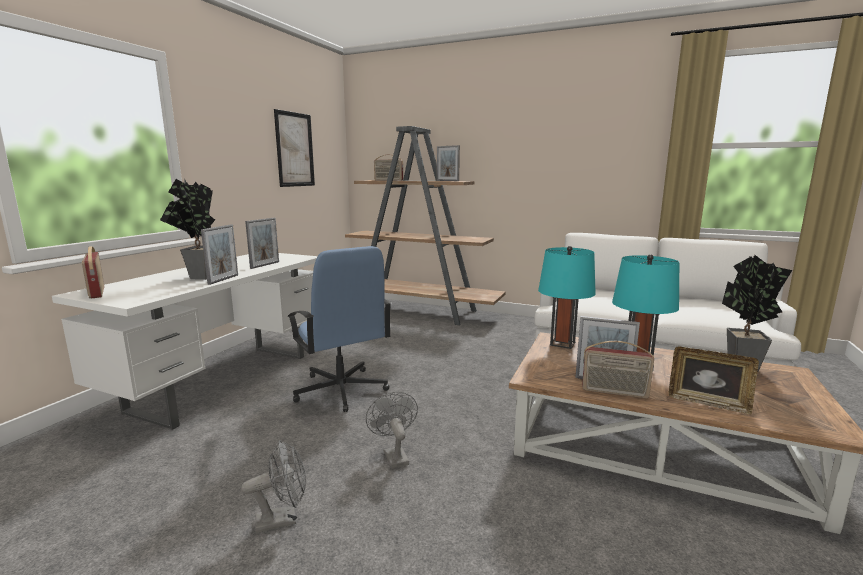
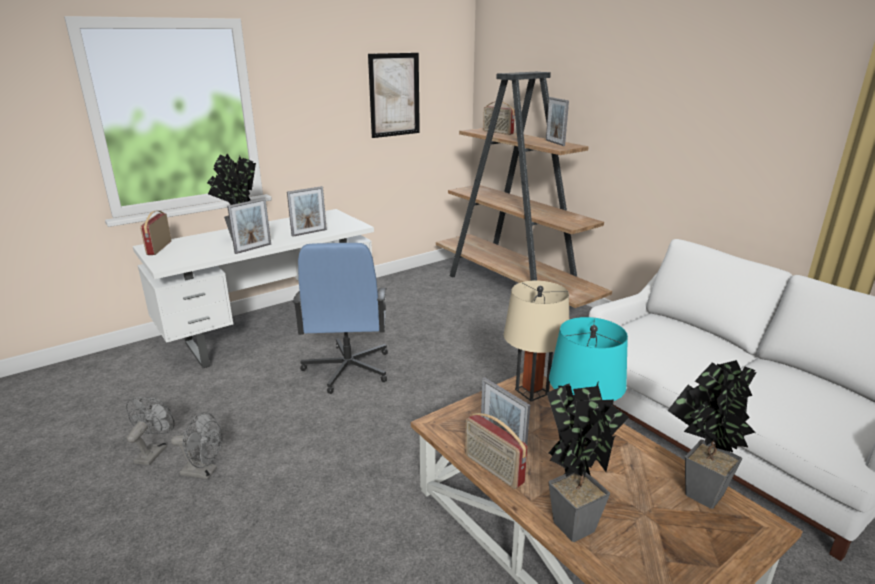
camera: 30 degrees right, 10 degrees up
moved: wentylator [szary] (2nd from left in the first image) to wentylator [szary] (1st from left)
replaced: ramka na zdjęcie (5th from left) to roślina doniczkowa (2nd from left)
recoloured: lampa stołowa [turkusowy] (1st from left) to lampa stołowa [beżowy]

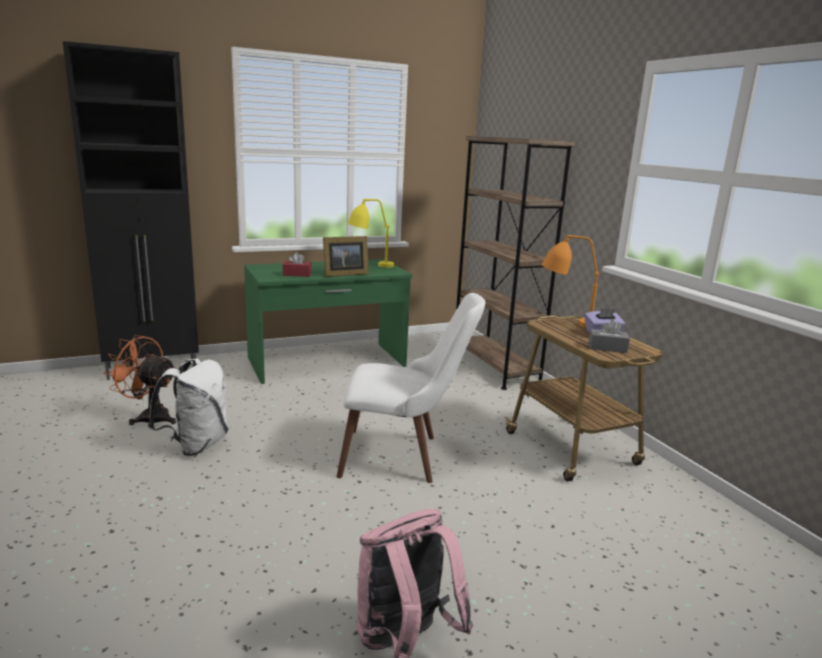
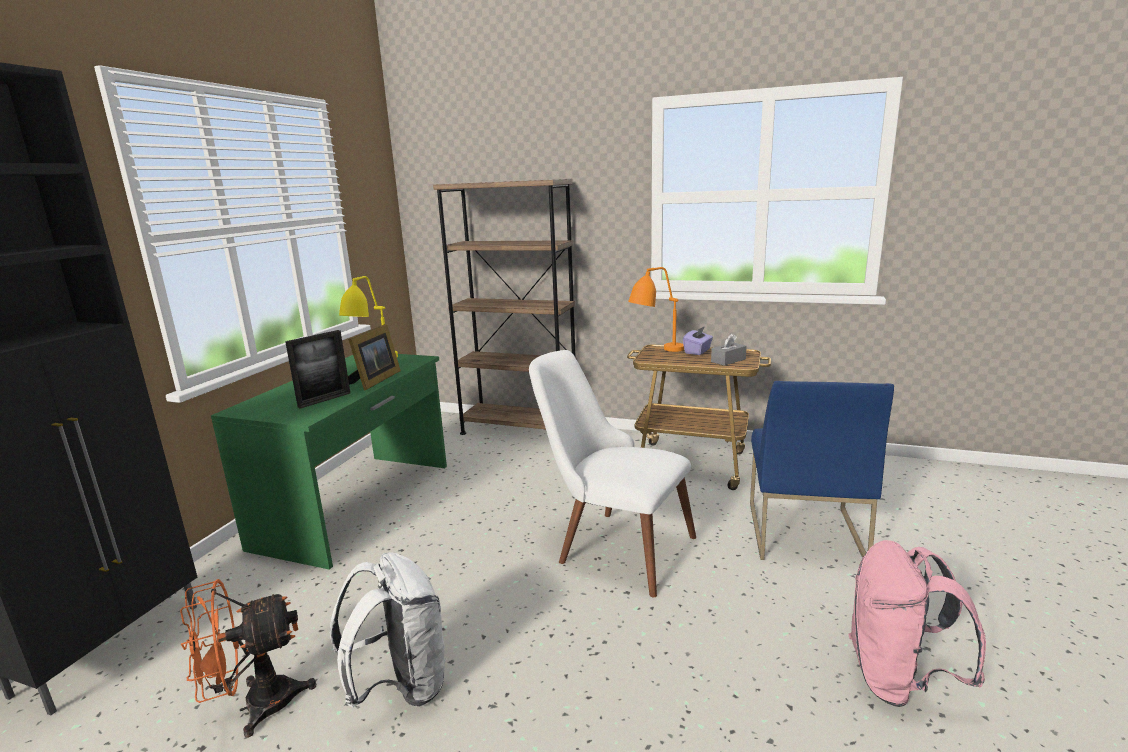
camera: 45 degrees left, 0 degrees up
added: krzesło [niebieski]
replaced: pudełko chusteczek [czerwony] to ramka na zdjęcie (1st from left)
turned: krzesło [biały] 105 degrees counterclockwise

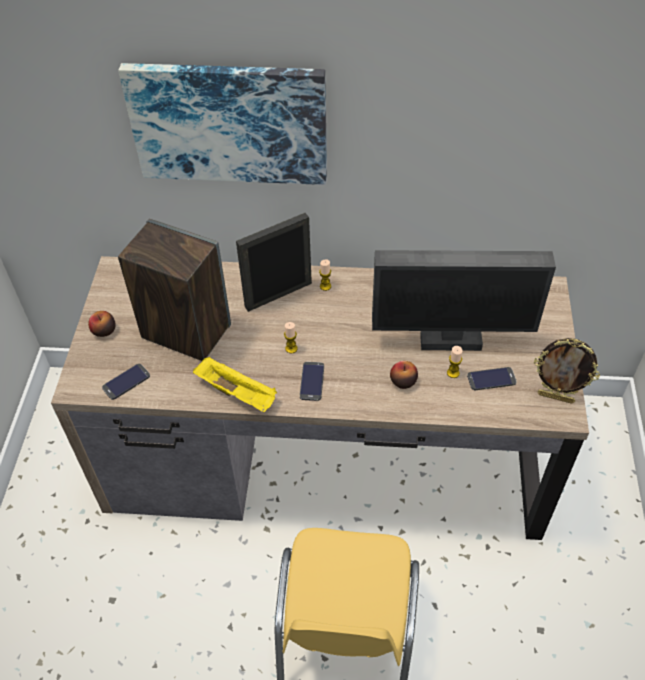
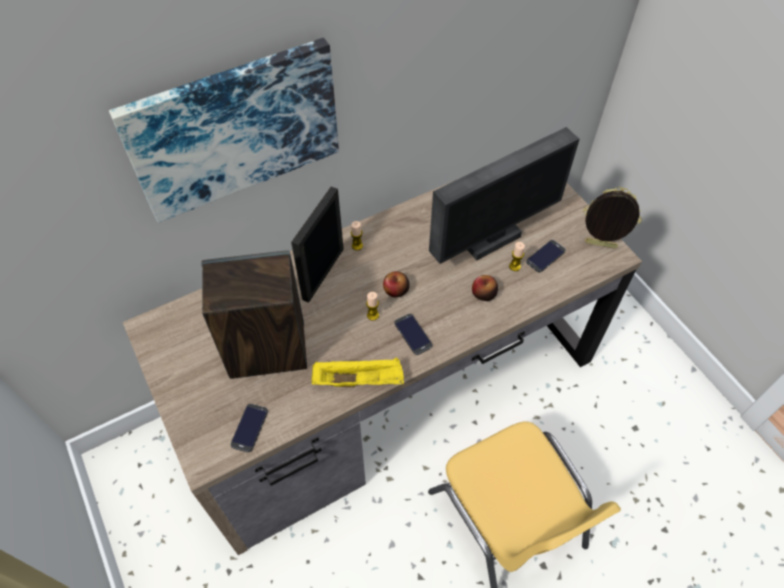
camera: 35 degrees left, 5 degrees up
moved: jabłko (1st from left)
turned: ramka na zdjęcie (2nd from left) 150 degrees counterclockwise

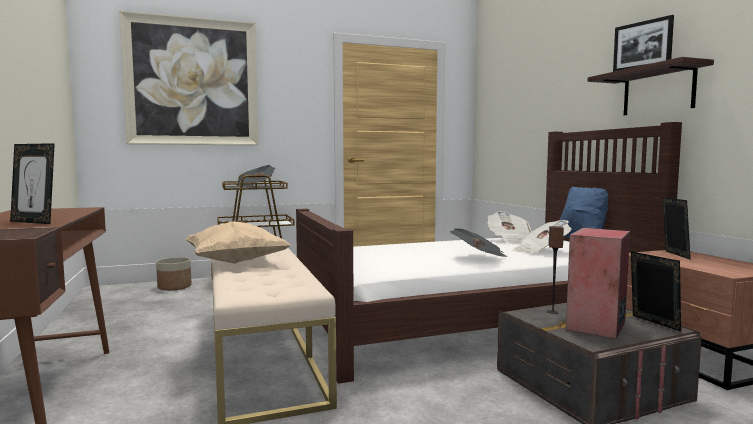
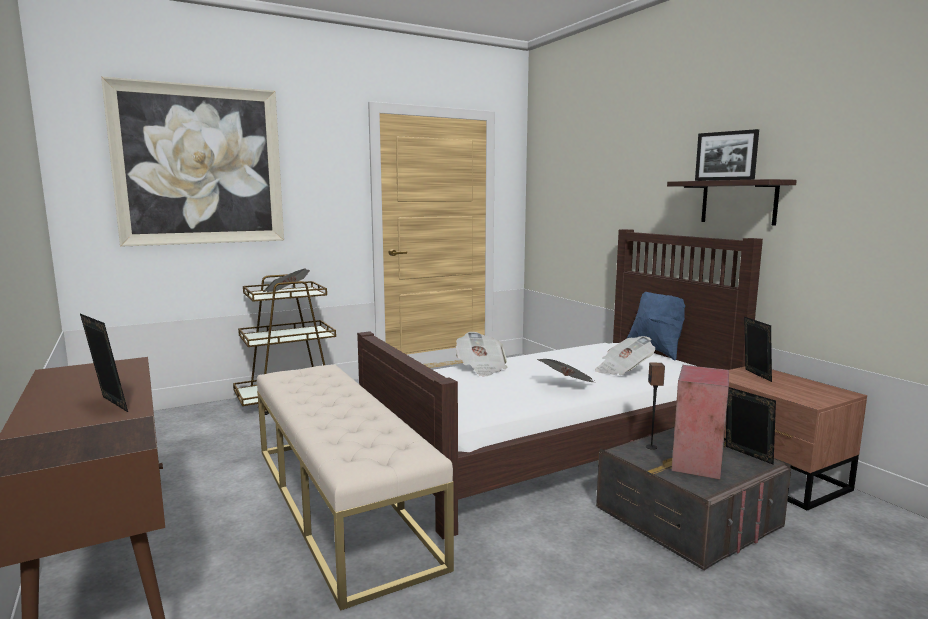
camera: 10 degrees left, 5 degrees up
removed: donica; poduszka [beżowy]
moved: gazeta (3rd from left in the first image) to gazeta (2nd from left)
turned: ramka na zdjęcie (1st from left) 150 degrees counterclockwise

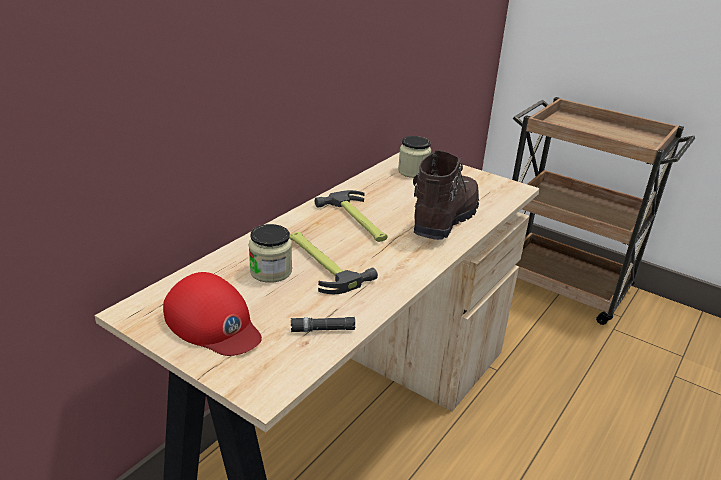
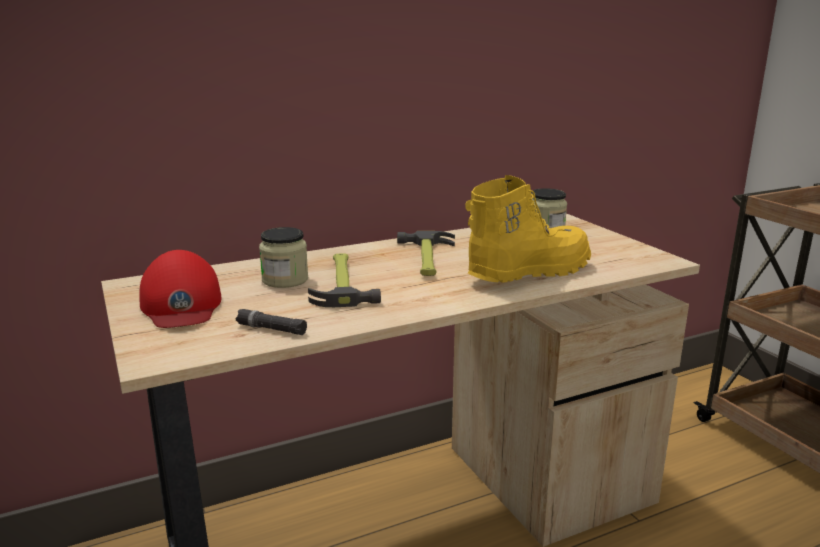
camera: 30 degrees right, 10 degrees down
recoloured: but z cholewką [brązowy] to but z cholewką [żółty]

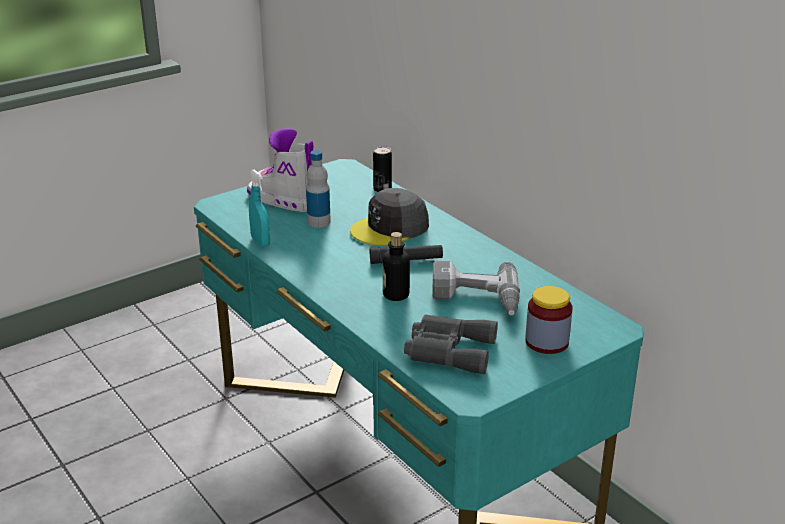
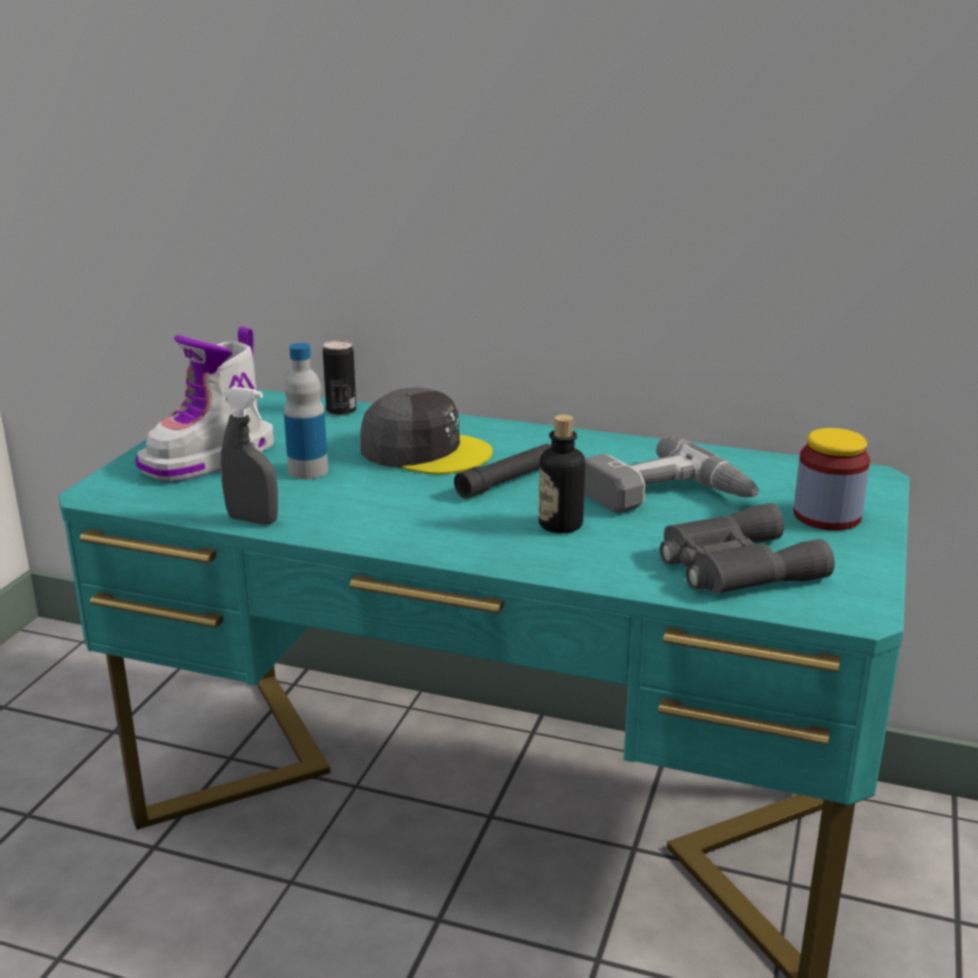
camera: 35 degrees left, 5 degrees down
recoloured: spryskiwacz [turkusowy] to spryskiwacz [szary]
turned: but z cholewką 45 degrees counterclockwise; czapka z daszkiem [szary] 90 degrees counterclockwise

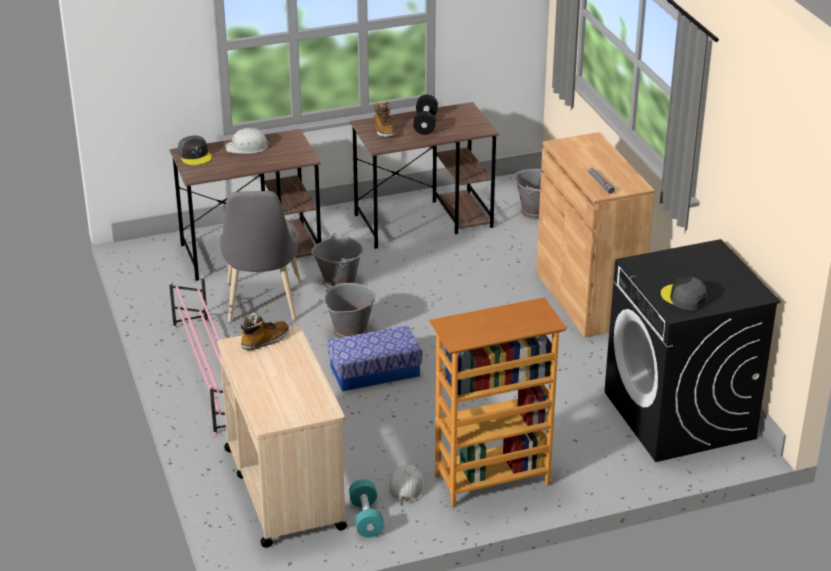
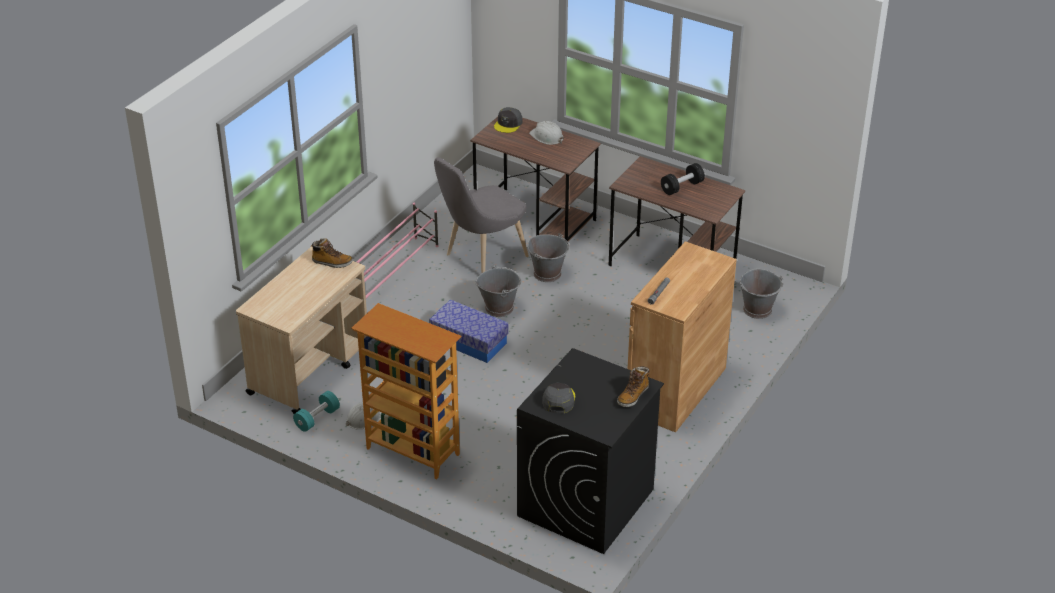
camera: 50 degrees right, 5 degrees up
moved: but z cholewką (2nd from left)

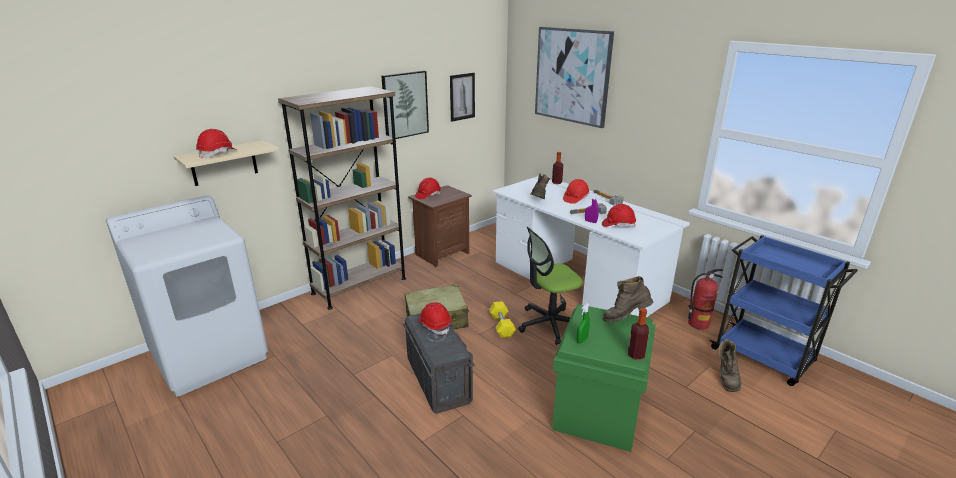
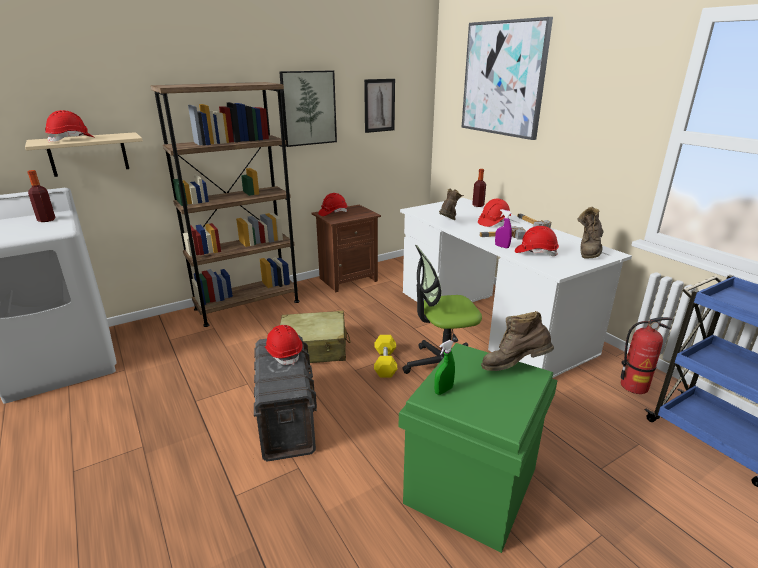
camera: 10 degrees right, 0 degrees up
moved: butelka (2nd from left in the first image) to butelka (1st from left); but z cholewką [brązowy] (3rd from left)

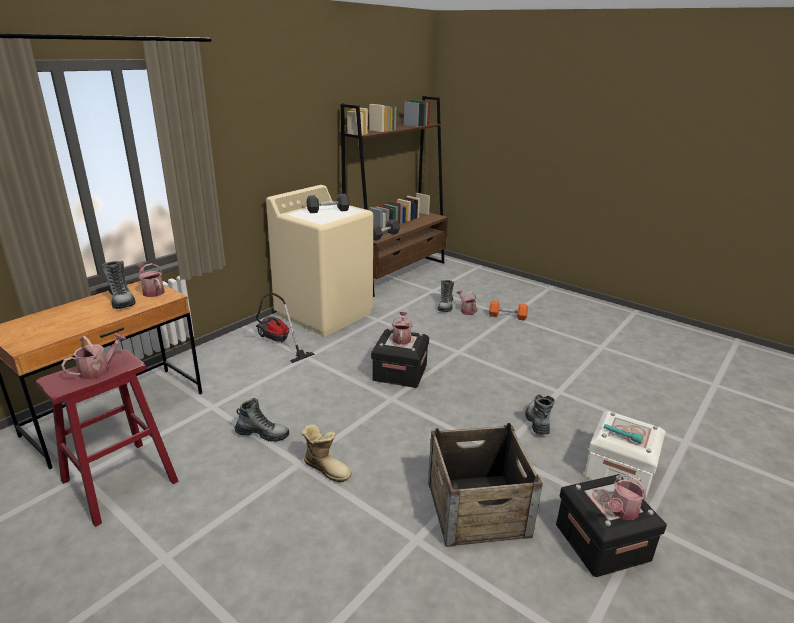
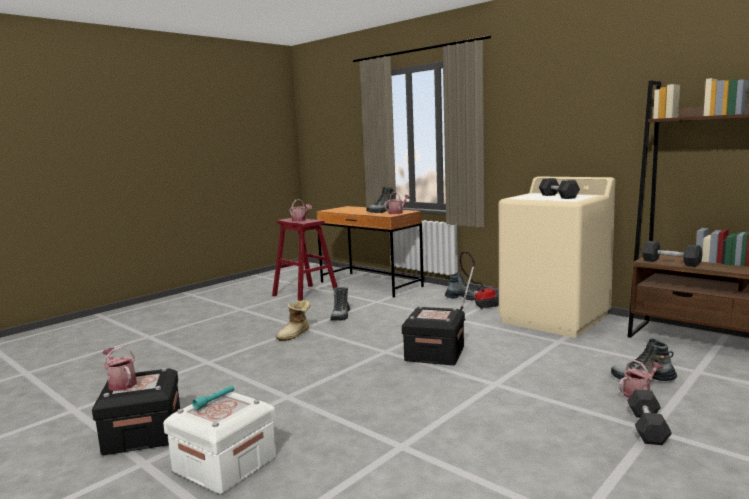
camera: 95 degrees right, 15 degrees down
removed: konewka (3rd from left); skrzynka
moved: but z cholewką (5th from left in the first image) to but z cholewką (4th from left)
recoloured: hantel [pomarańczowy] to hantel [szary] (2nd from left)

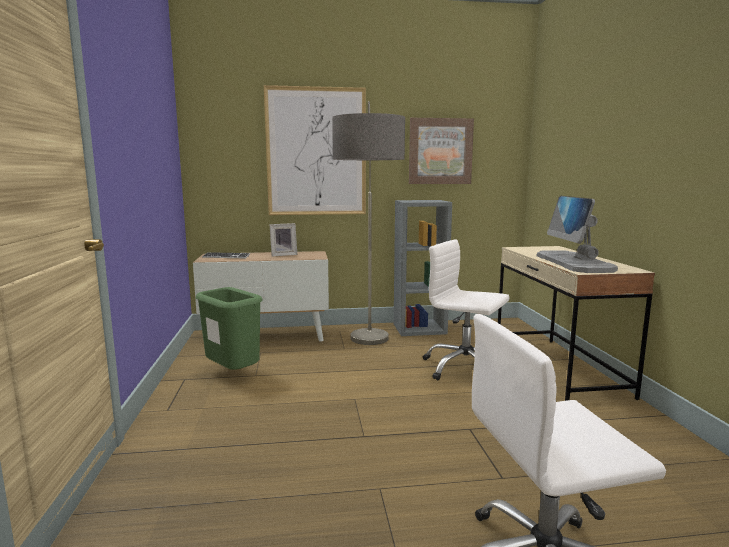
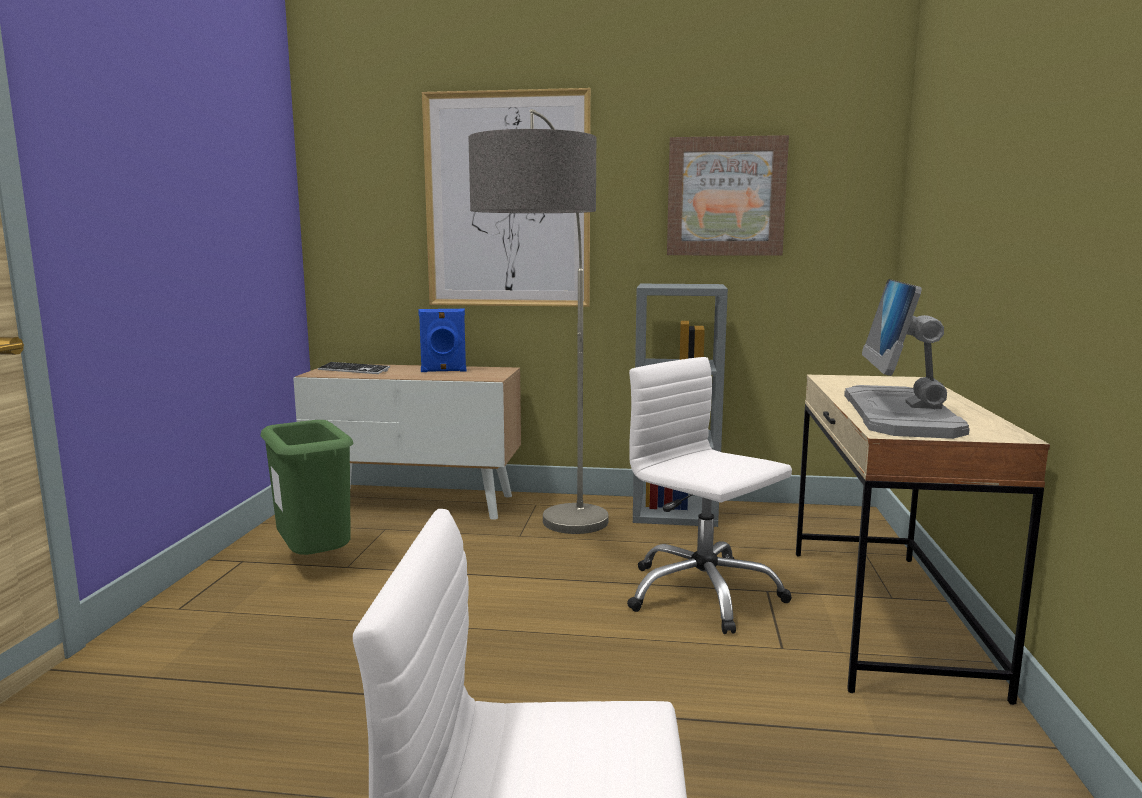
camera: 15 degrees right, 0 degrees up
replaced: ramka na zdjęcie to głośnik [niebieski]

